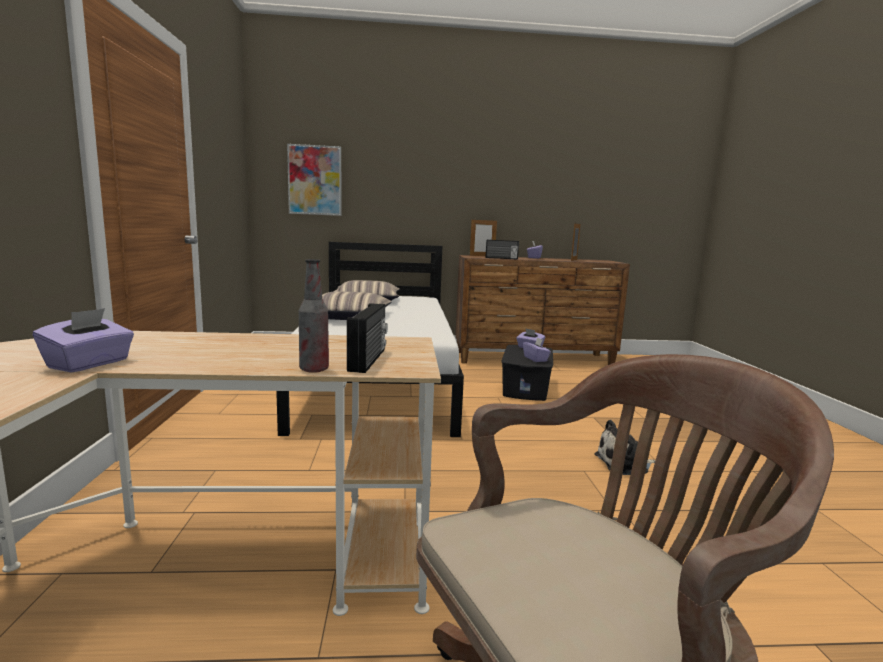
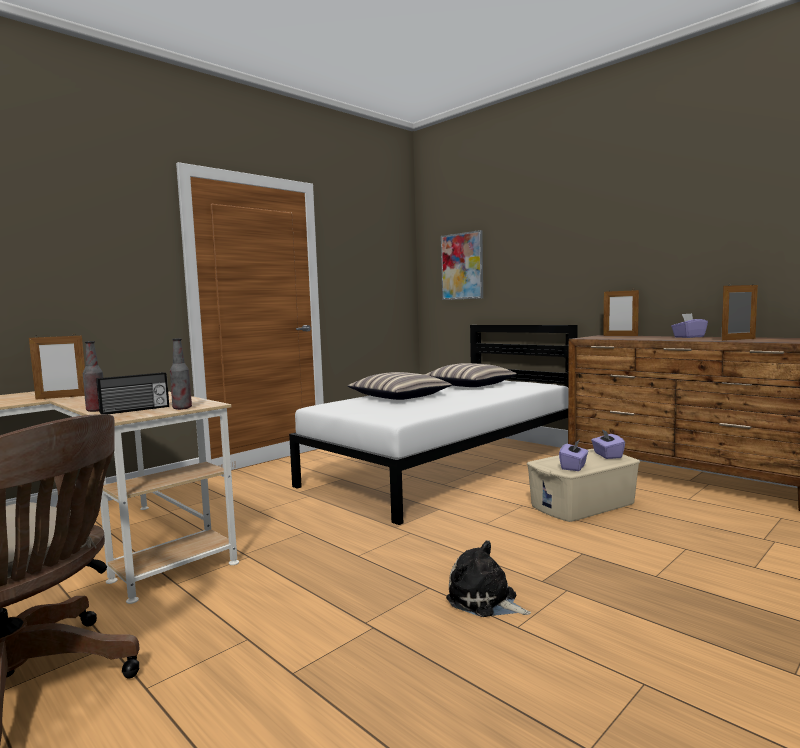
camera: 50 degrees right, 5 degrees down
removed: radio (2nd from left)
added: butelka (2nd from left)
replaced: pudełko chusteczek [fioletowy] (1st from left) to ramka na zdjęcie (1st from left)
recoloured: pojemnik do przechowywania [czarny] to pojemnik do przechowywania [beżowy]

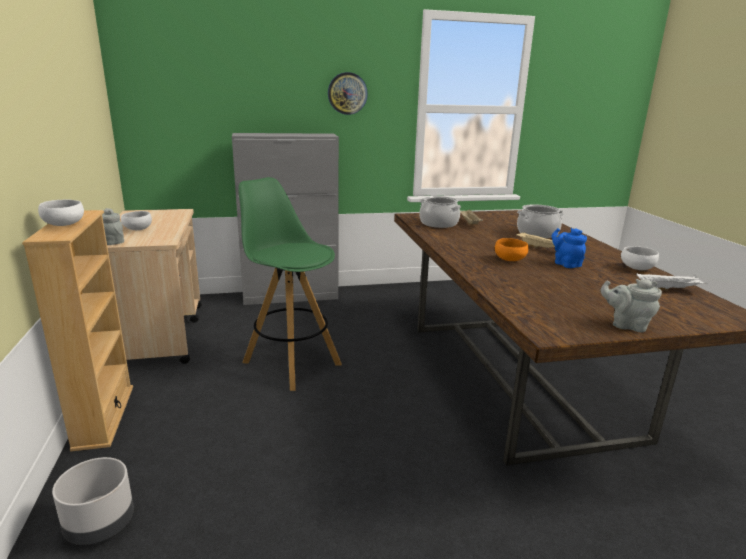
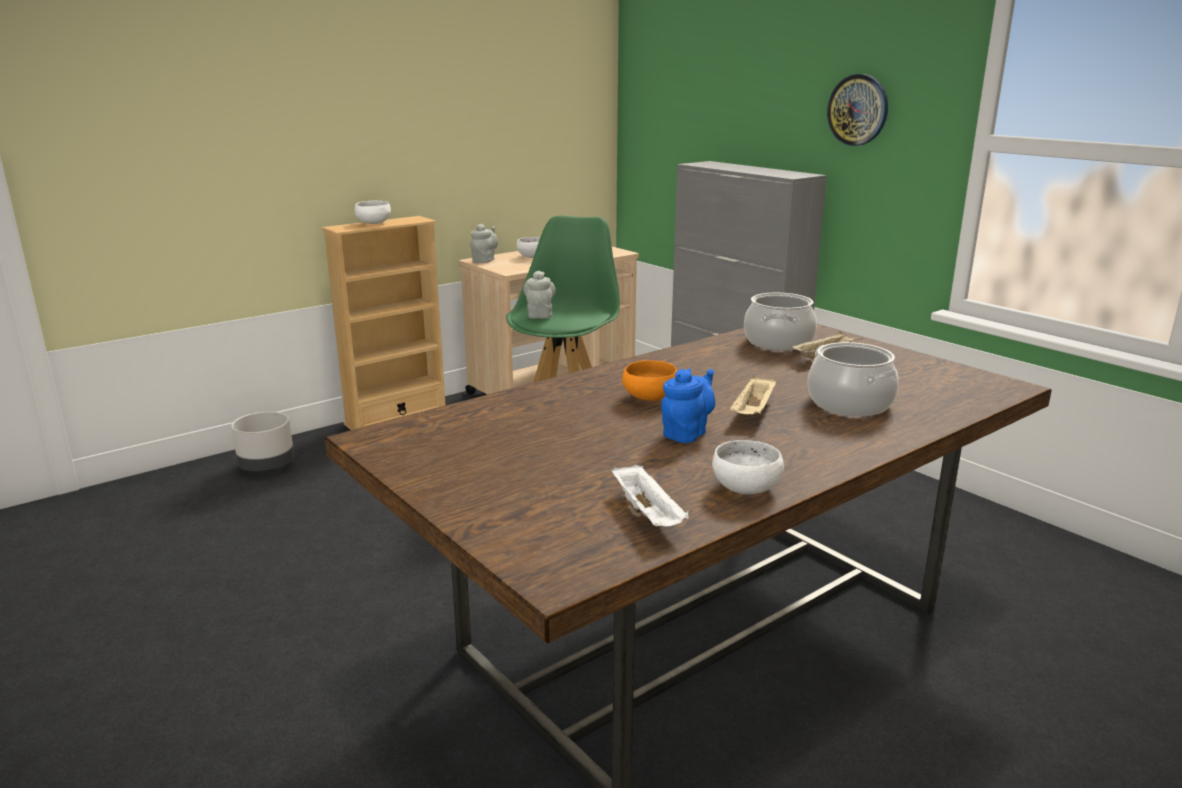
camera: 65 degrees right, 0 degrees up
moved: imbryk [szary] (2nd from left)

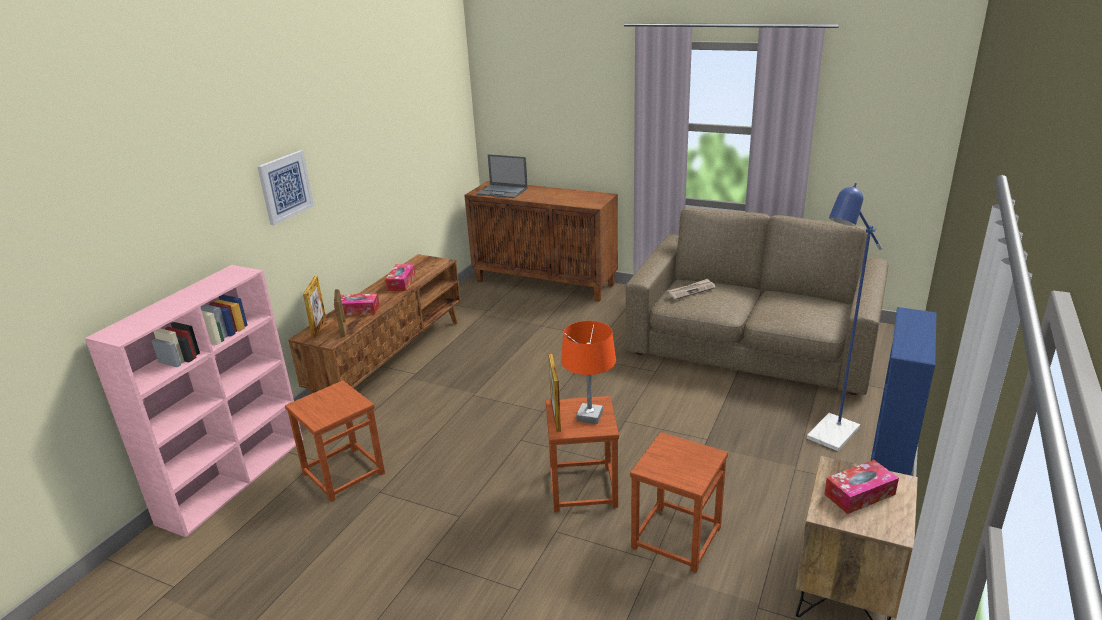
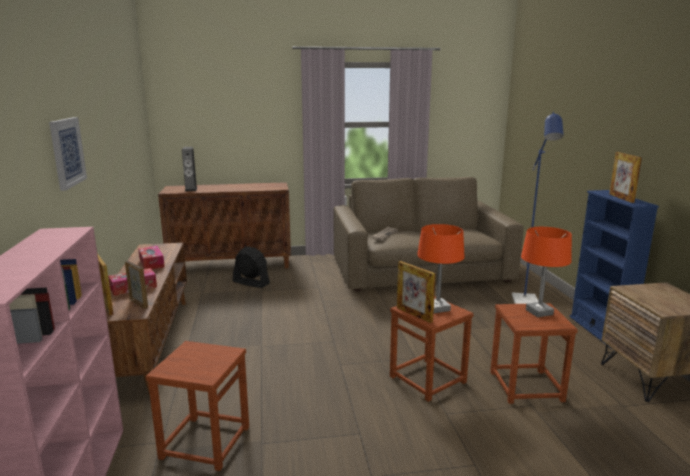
camera: 35 degrees left, 10 degrees down
removed: pudełko chusteczek (3rd from left)
added: wentylator [czarny]; lampa stołowa [pomarańczowy] (2nd from left); ramka na zdjęcie (4th from left)
replaced: laptop to głośnik

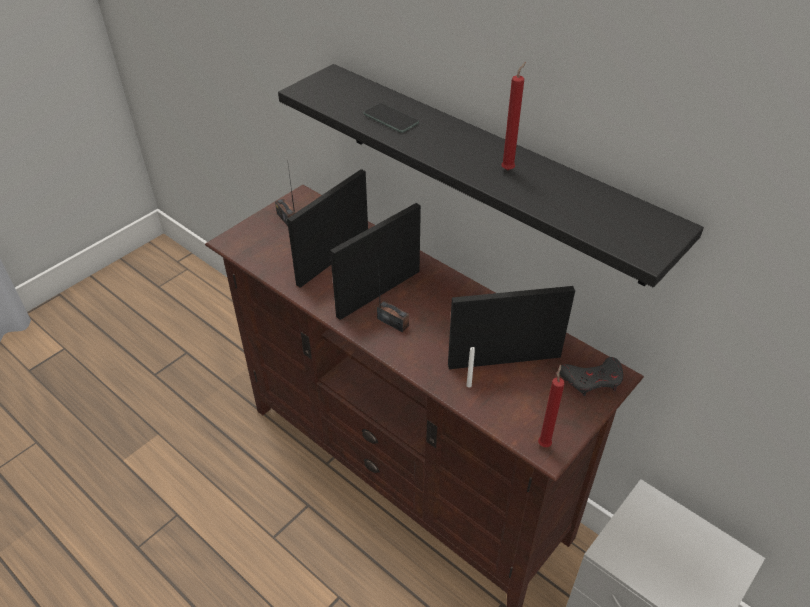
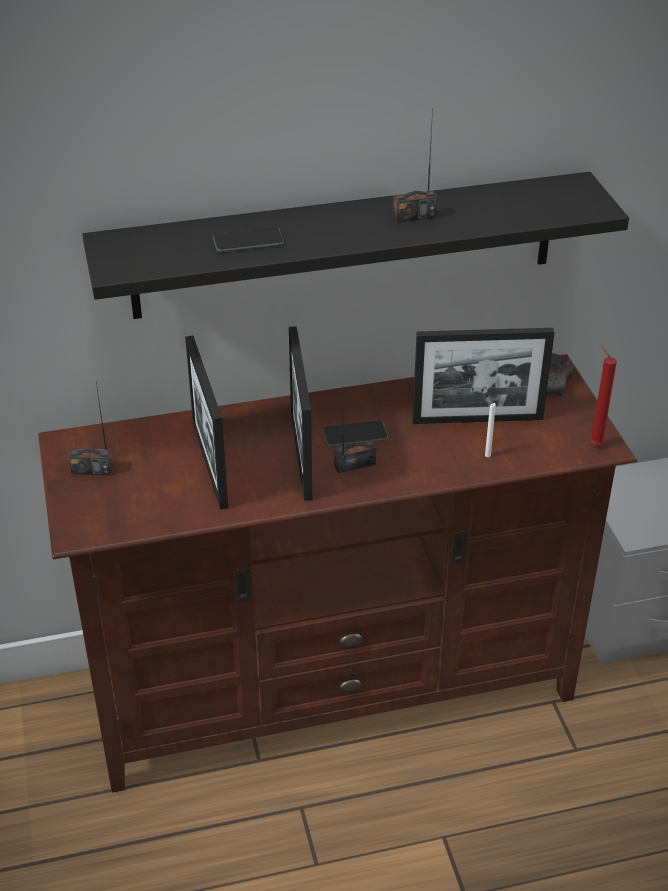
camera: 55 degrees left, 5 degrees down
added: telefon (2nd from left)
replaced: świeca [czerwony] (1st from left) to radio (3rd from left)
turned: ramka na zdjęcie (3rd from left) 120 degrees counterclockwise

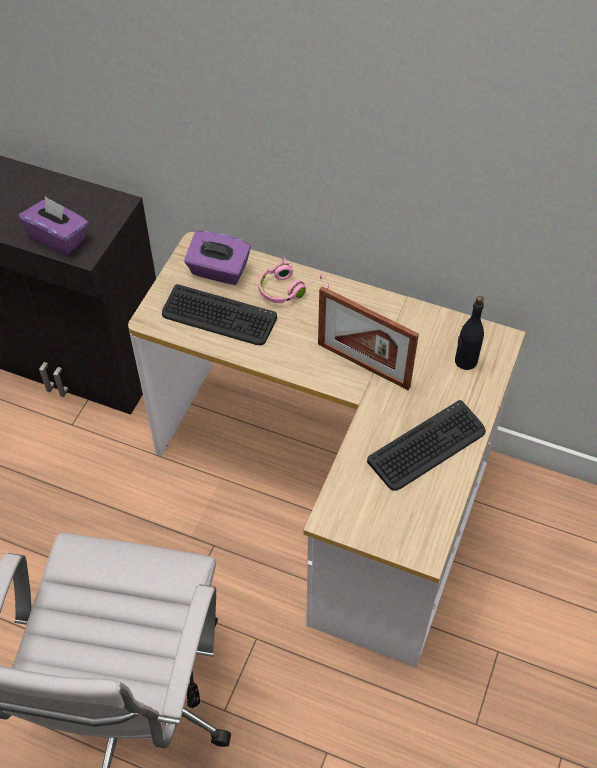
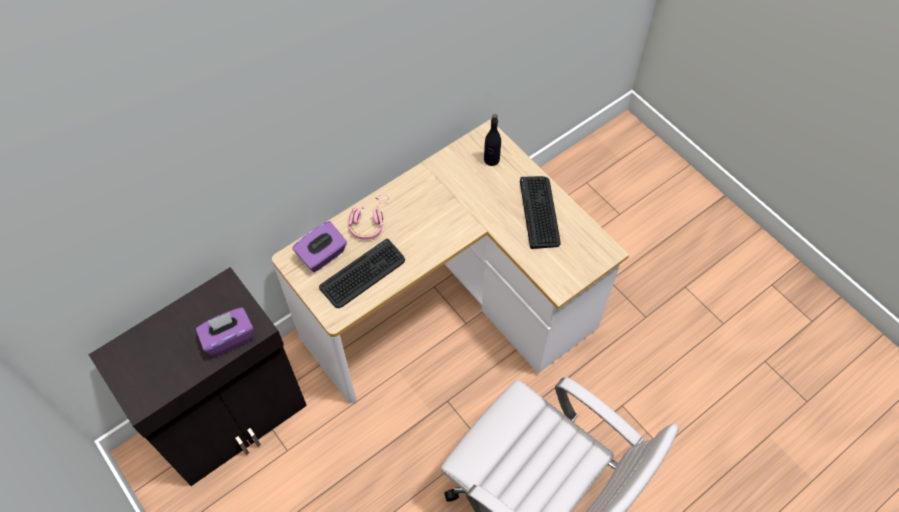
camera: 60 degrees left, 5 degrees up
removed: ramka na zdjęcie

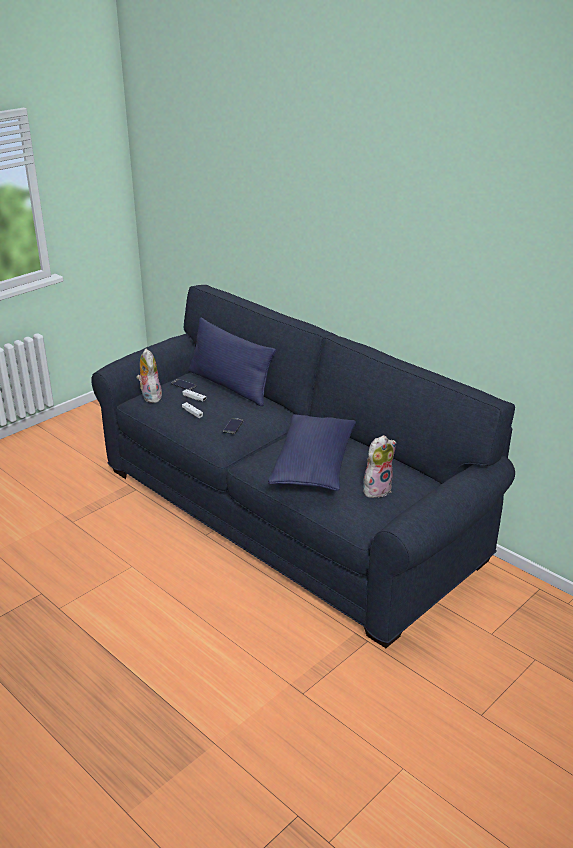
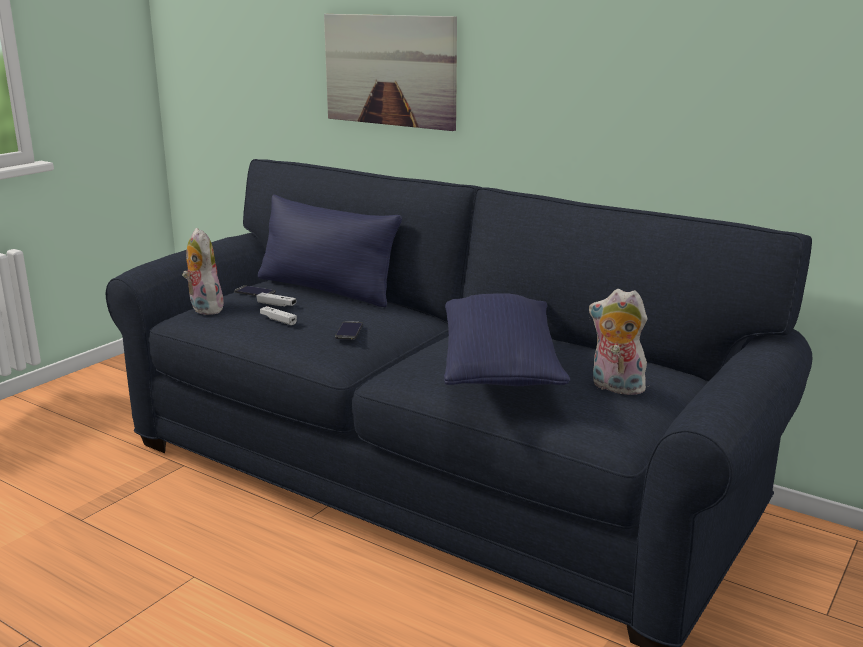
camera: 10 degrees left, 10 degrees down
added: obraz
turned: pluszak (2nd from left) 105 degrees counterclockwise

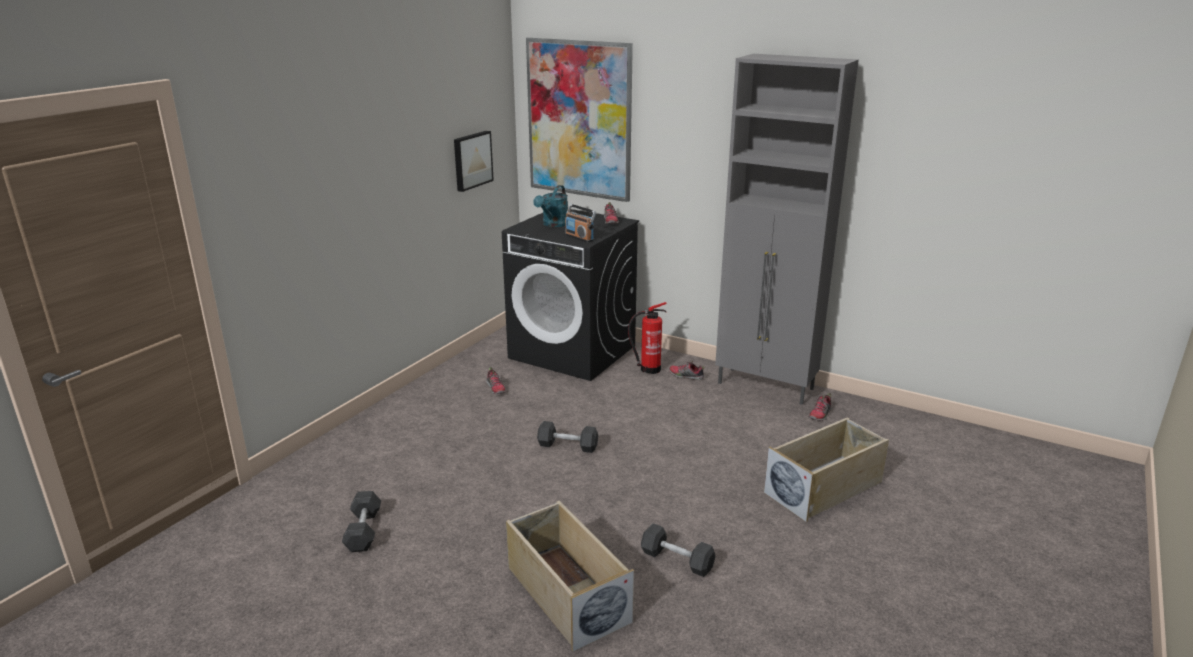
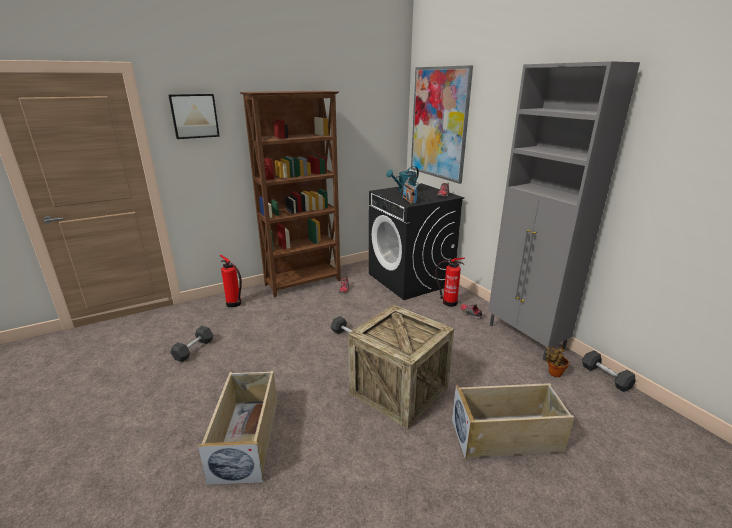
camera: 30 degrees right, 0 degrees up
added: gaśnica (1st from left); regał [brązowy]; skrzynka
moved: obraz (1st from left); hantel [szary] (3rd from left)
replaced: but (4th from left) to roślina doniczkowa

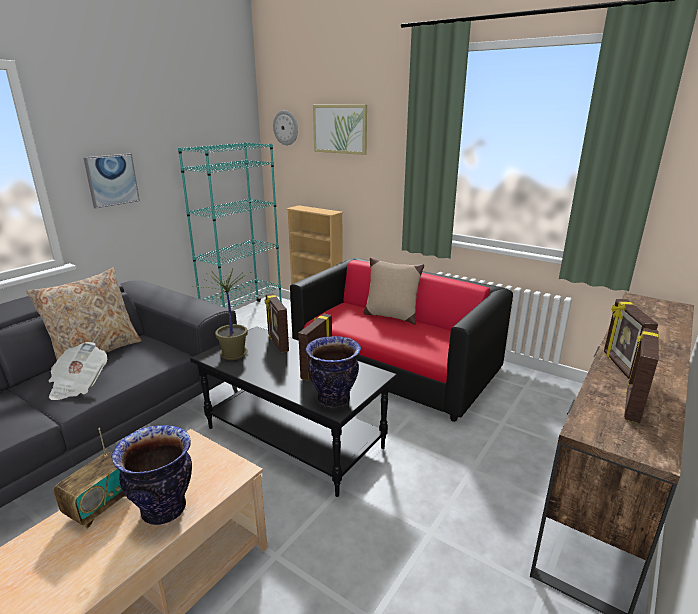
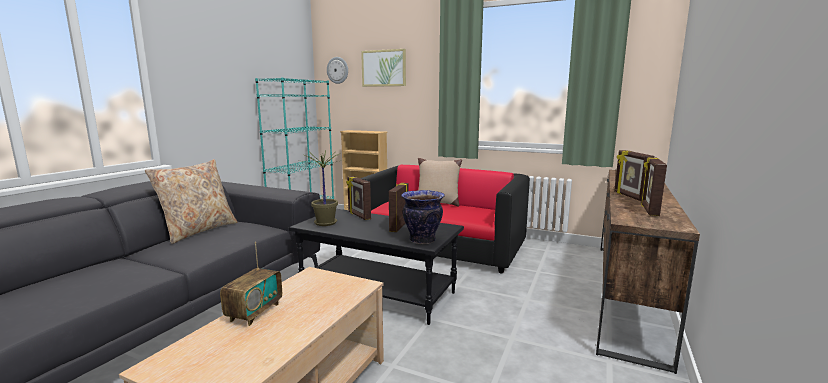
camera: 10 degrees left, 10 degrees down
removed: gazeta; obraz (1st from left); wazon (1st from left)

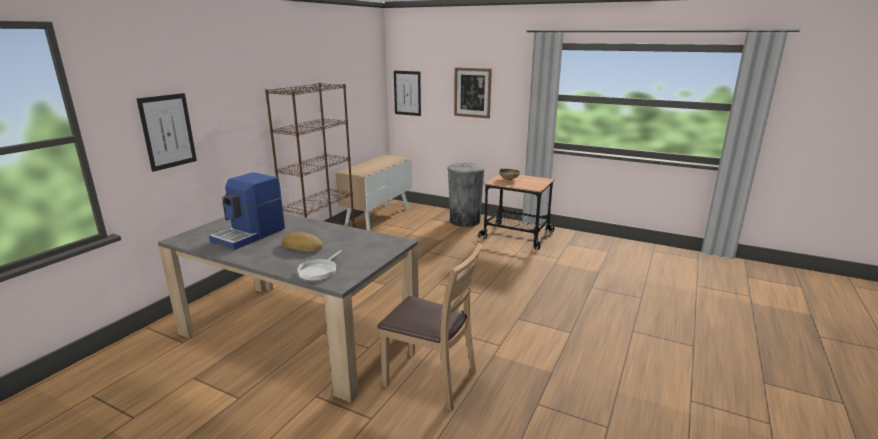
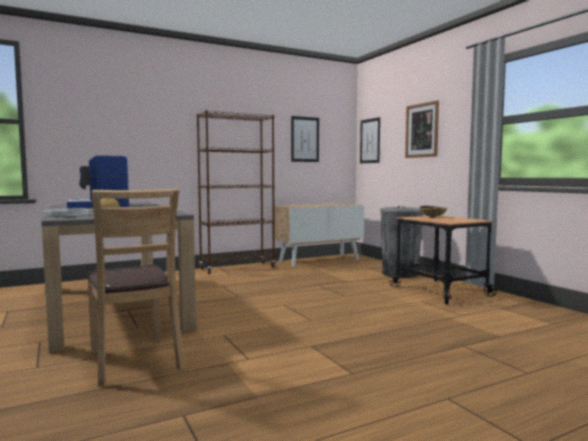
camera: 35 degrees right, 15 degrees down
moved: obraz (1st from left)

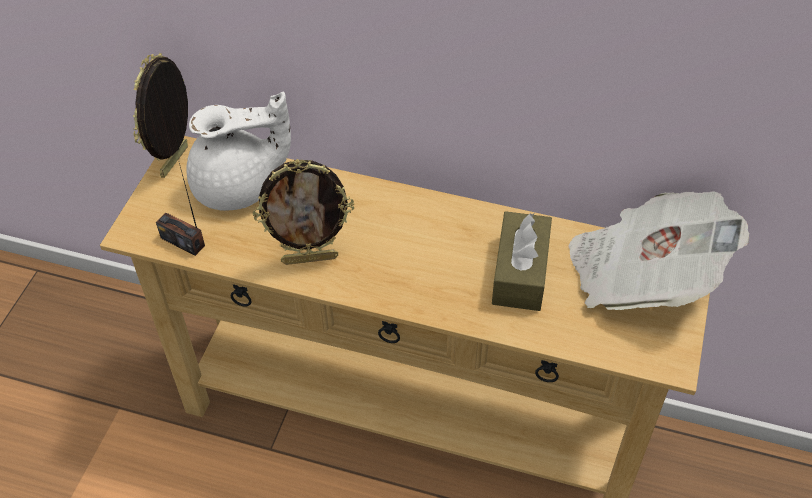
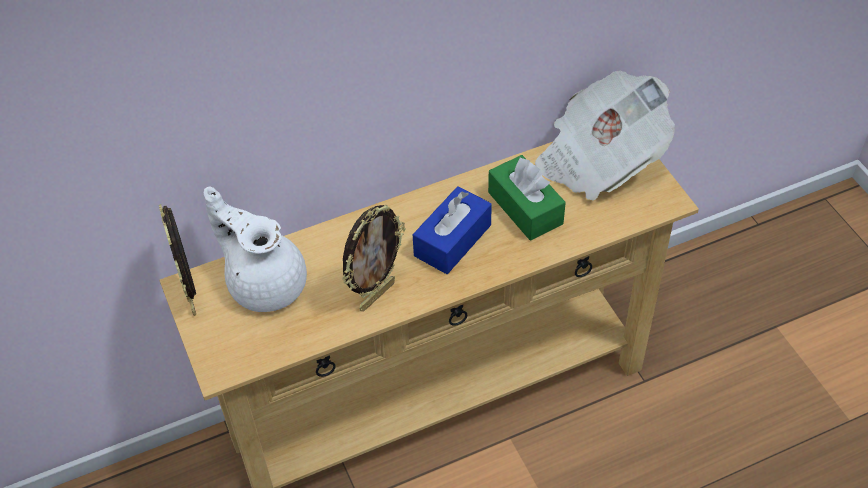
camera: 40 degrees left, 0 degrees up
removed: radio
added: pudełko chusteczek [niebieski]
recoloured: pudełko chusteczek [brązowy] to pudełko chusteczek [zielony]
turned: imbryk [biały] 90 degrees counterclockwise

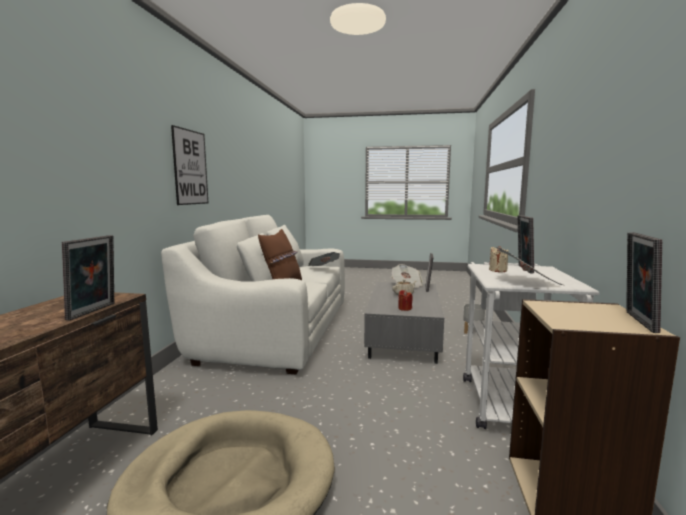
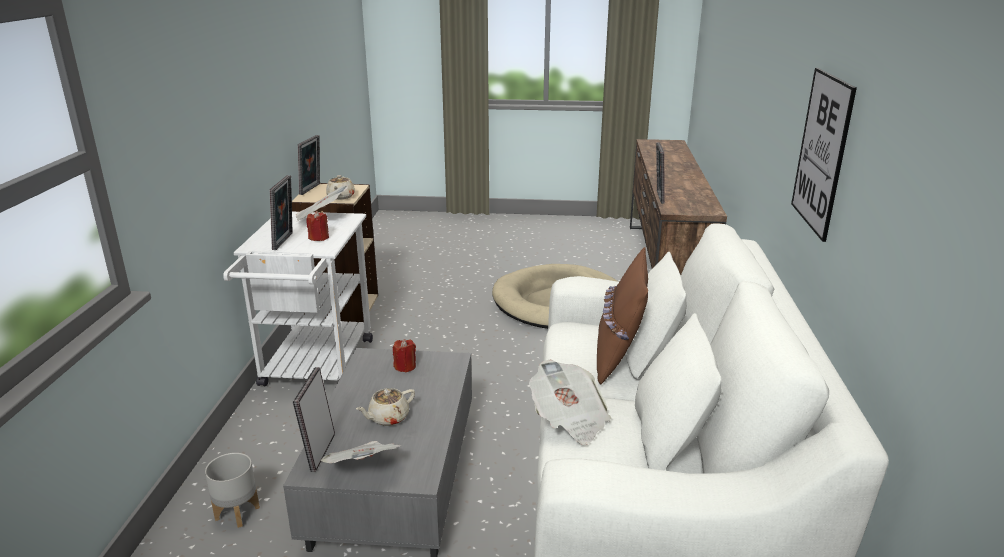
camera: 175 degrees right, 15 degrees up
added: imbryk [beżowy] (1st from left)
recoloured: świeca [beżowy] to świeca [czerwony] (1st from left)

